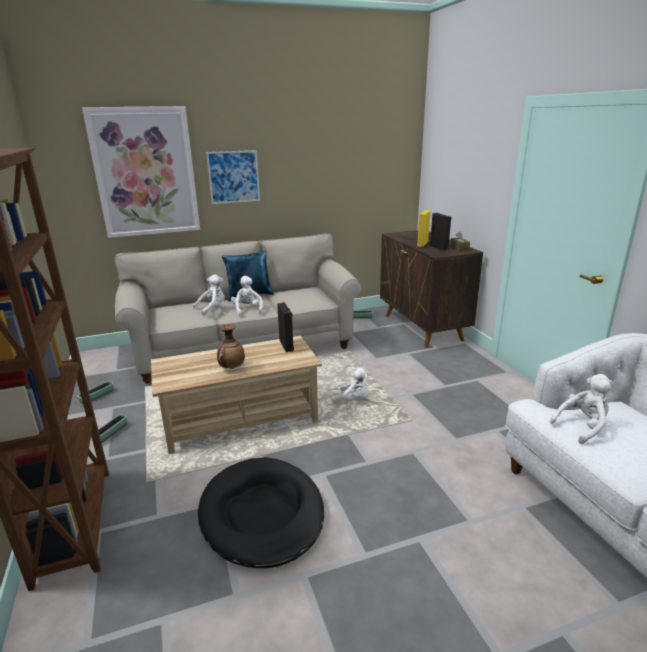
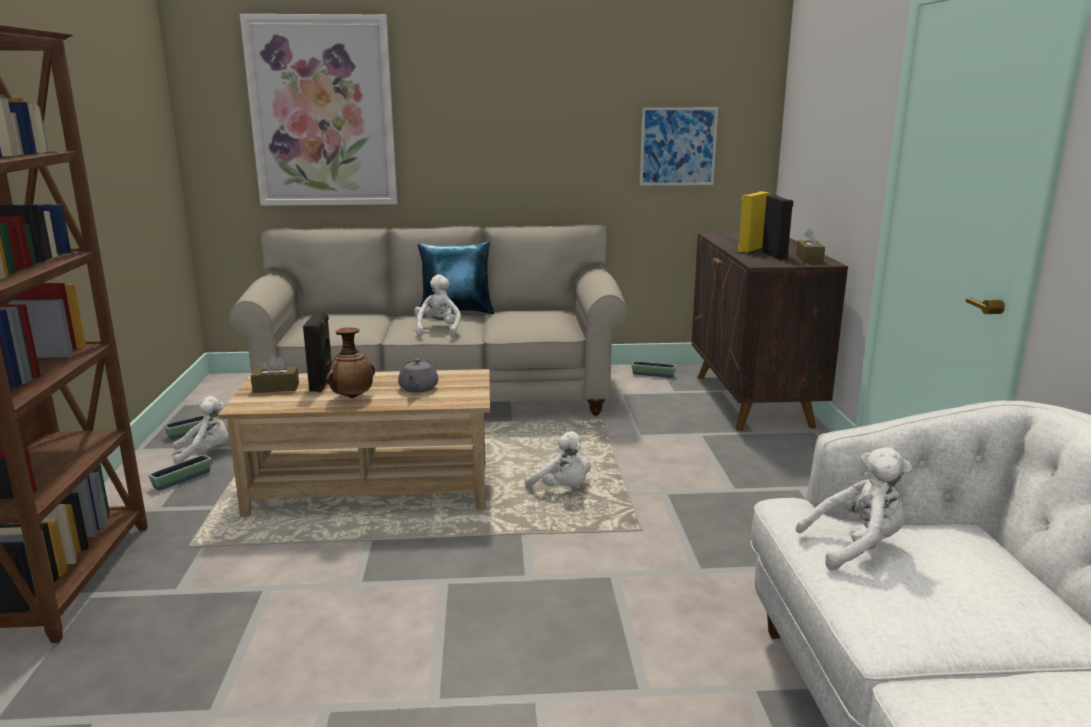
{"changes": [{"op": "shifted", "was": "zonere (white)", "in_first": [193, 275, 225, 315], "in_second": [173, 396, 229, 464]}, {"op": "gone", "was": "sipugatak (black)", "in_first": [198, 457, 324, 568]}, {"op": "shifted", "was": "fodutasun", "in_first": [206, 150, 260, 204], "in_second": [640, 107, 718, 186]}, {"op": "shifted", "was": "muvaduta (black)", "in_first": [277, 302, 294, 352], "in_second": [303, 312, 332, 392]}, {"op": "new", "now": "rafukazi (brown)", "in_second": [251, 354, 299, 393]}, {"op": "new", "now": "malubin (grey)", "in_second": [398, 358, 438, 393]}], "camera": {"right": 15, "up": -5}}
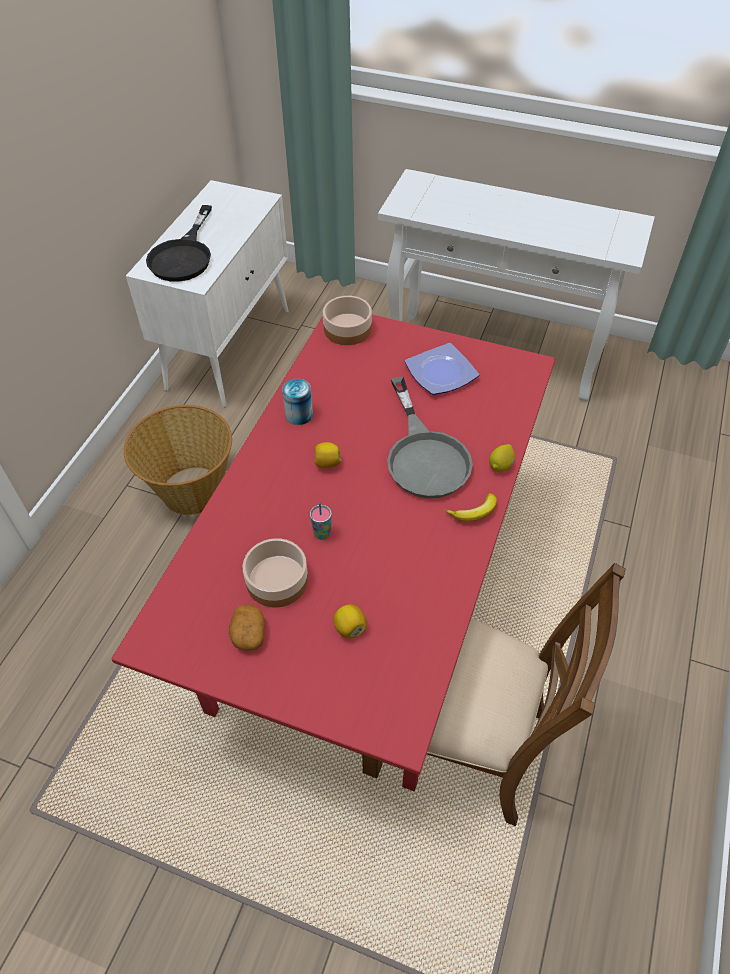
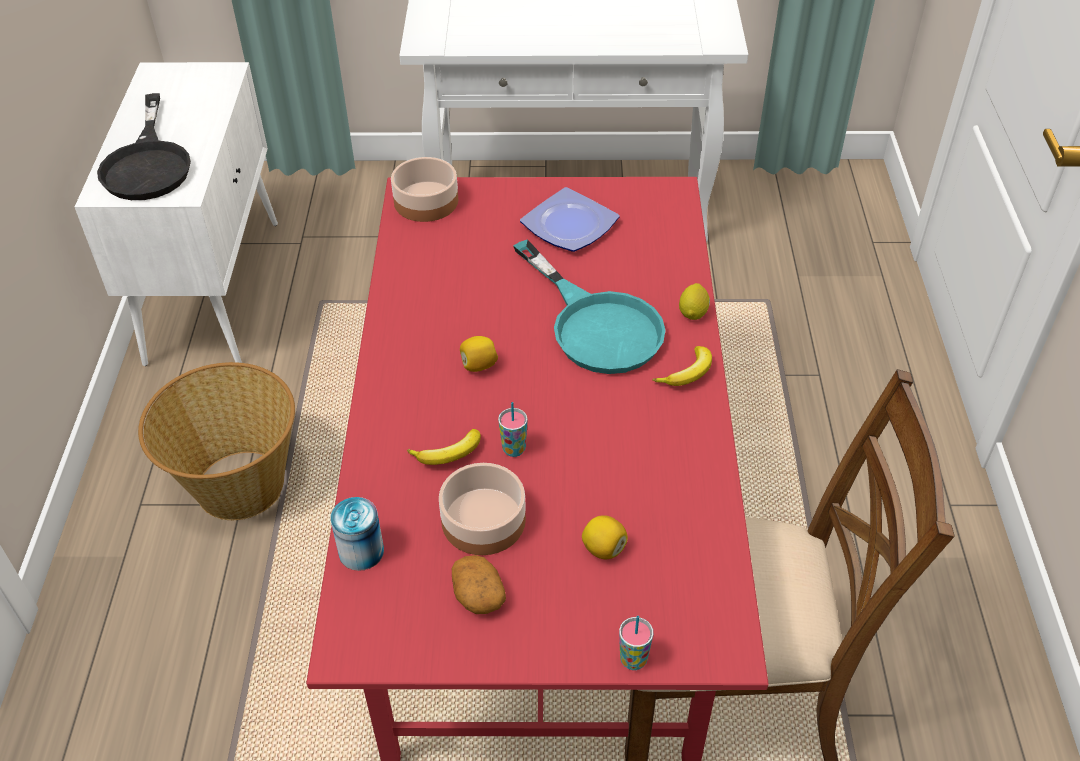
{"changes": [{"op": "shifted", "was": "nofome", "in_first": [282, 379, 313, 425], "in_second": [330, 497, 384, 571]}, {"op": "repainted", "was": "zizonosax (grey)", "now": "zizonosax (turquoise)", "in_first": [387, 377, 473, 499], "in_second": [513, 239, 666, 374]}, {"op": "new", "now": "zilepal", "in_second": [407, 429, 481, 465]}, {"op": "new", "now": "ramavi", "in_second": [619, 616, 653, 670]}], "camera": {"right": -20, "up": -5}}
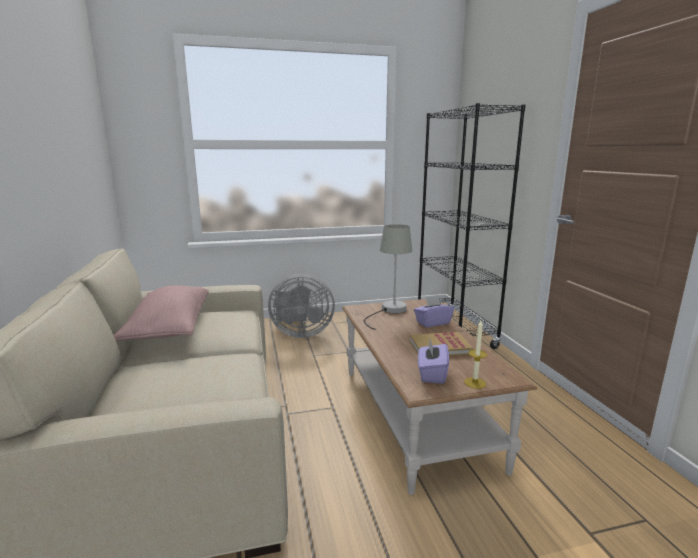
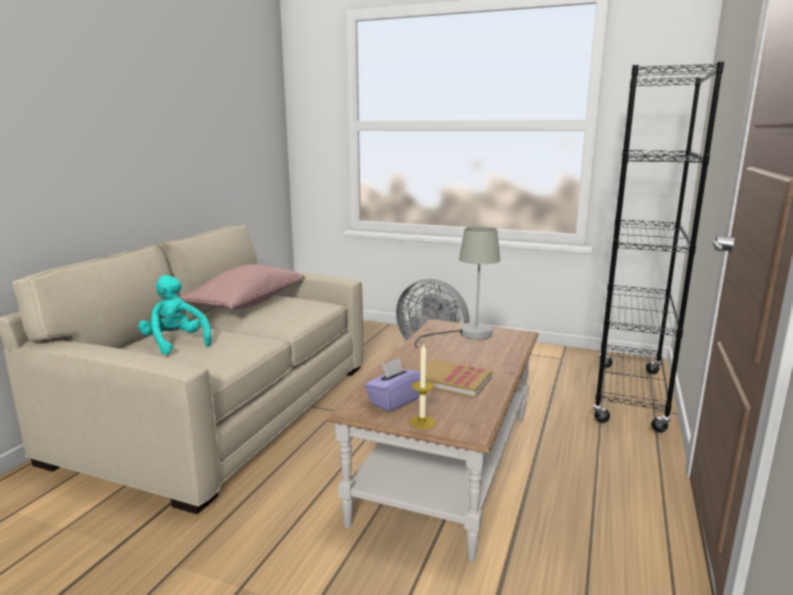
{"changes": [{"op": "gone", "was": "rafukazi (purple)", "in_first": [414, 296, 454, 327]}, {"op": "new", "now": "zonere (turquoise)", "in_second": [138, 275, 212, 355]}], "camera": {"right": 35, "up": 0}}
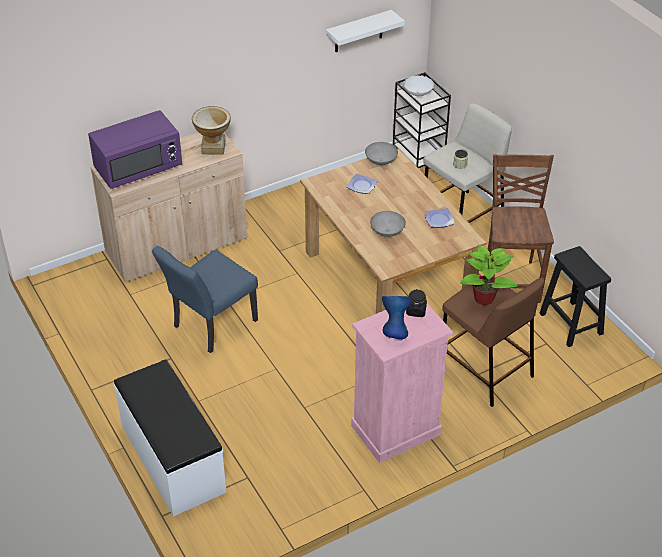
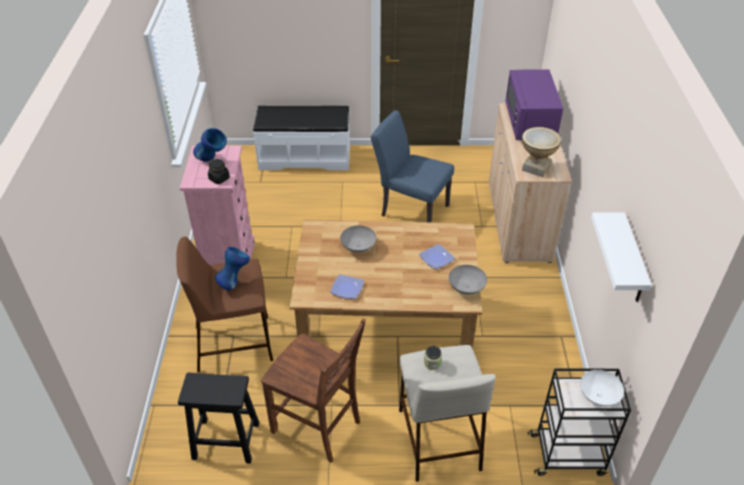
{"changes": [{"op": "rotated", "was": "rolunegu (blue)", "in_first": [152, 246, 258, 353], "in_second": [371, 110, 454, 222], "clockwise": -45}, {"op": "swapped", "was": "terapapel", "now": "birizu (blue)", "in_first": [460, 245, 518, 306], "in_second": [215, 247, 250, 290]}], "camera": {"right": 120, "up": 0}}
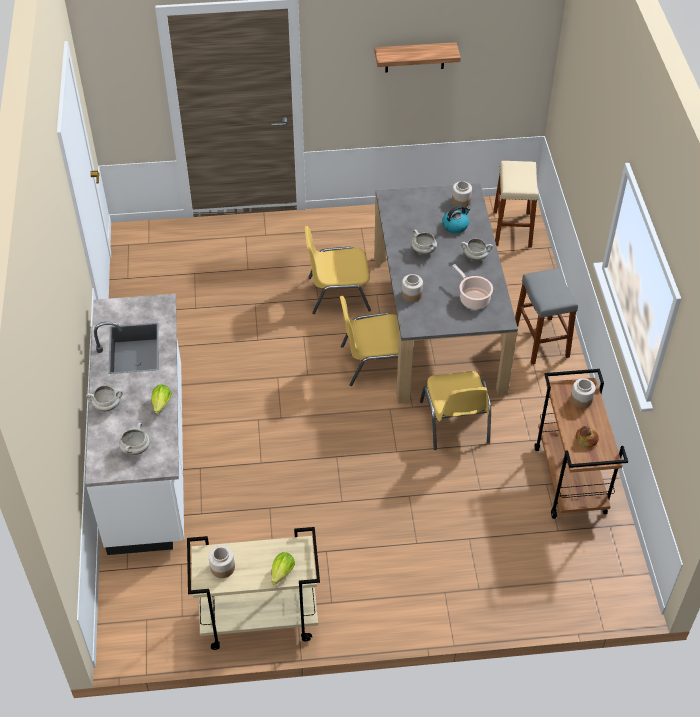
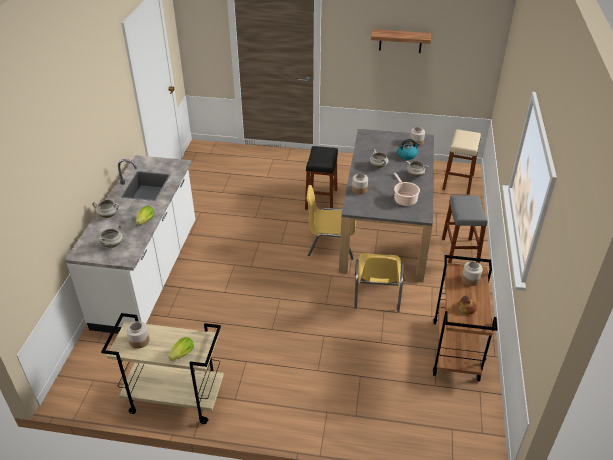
{"changes": [{"op": "swapped", "was": "rolunegu (yellow)", "now": "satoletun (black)", "in_first": [305, 226, 371, 314], "in_second": [305, 146, 338, 210]}], "camera": {"right": 15, "up": -10}}
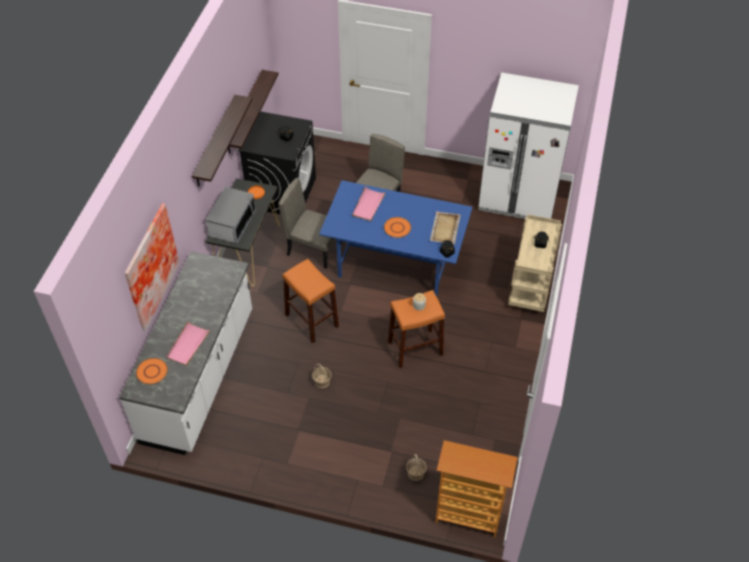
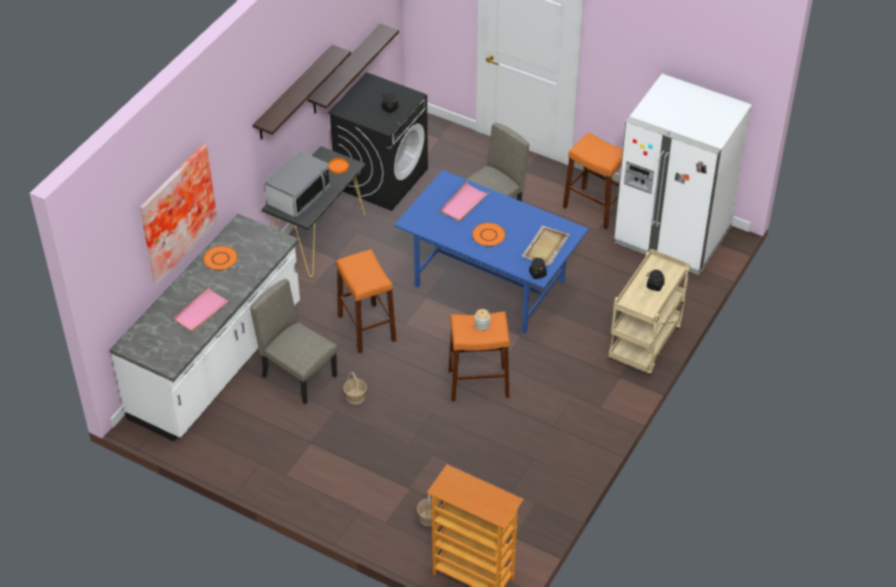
{"changes": [{"op": "shifted", "was": "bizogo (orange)", "in_first": [136, 358, 168, 384], "in_second": [203, 246, 238, 270]}, {"op": "shifted", "was": "rolunegu (beige)", "in_first": [278, 178, 342, 269], "in_second": [250, 279, 338, 404]}, {"op": "new", "now": "satoletun (orange)", "in_second": [563, 132, 623, 229]}], "camera": {"right": 15, "up": -5}}
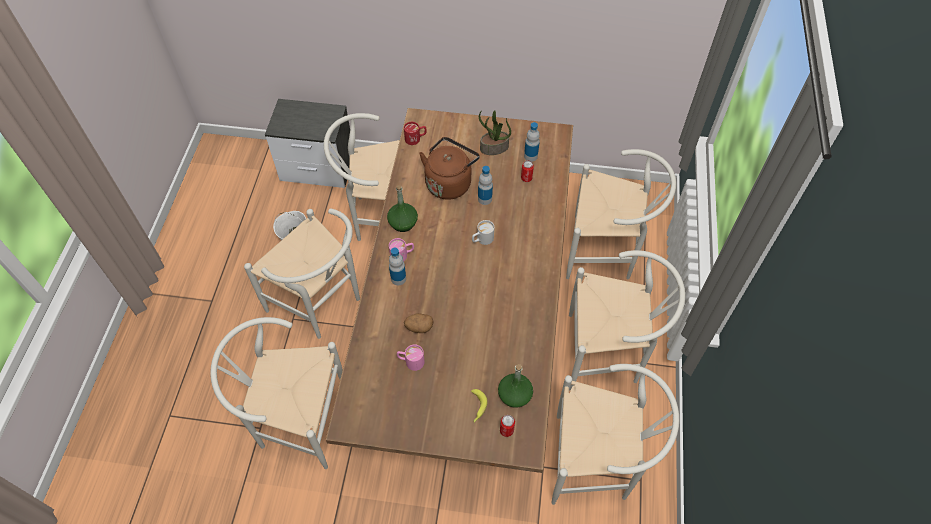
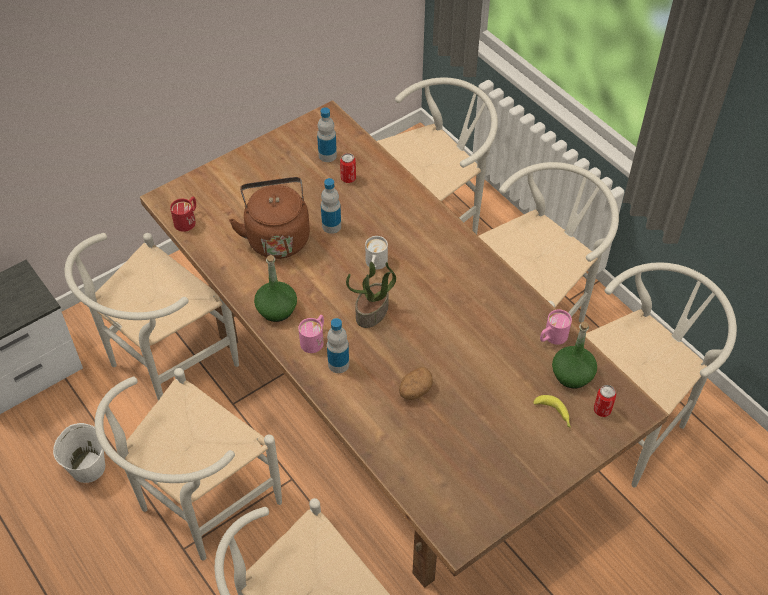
{"changes": [{"op": "rotated", "was": "rolunegu (white)", "in_first": [244, 208, 360, 339], "in_second": [95, 368, 282, 561], "clockwise": 135}, {"op": "shifted", "was": "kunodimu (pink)", "in_first": [397, 344, 424, 371], "in_second": [540, 310, 572, 345]}, {"op": "shifted", "was": "terapapel", "in_first": [479, 110, 511, 155], "in_second": [346, 262, 396, 328]}], "camera": {"right": -45, "up": -5}}
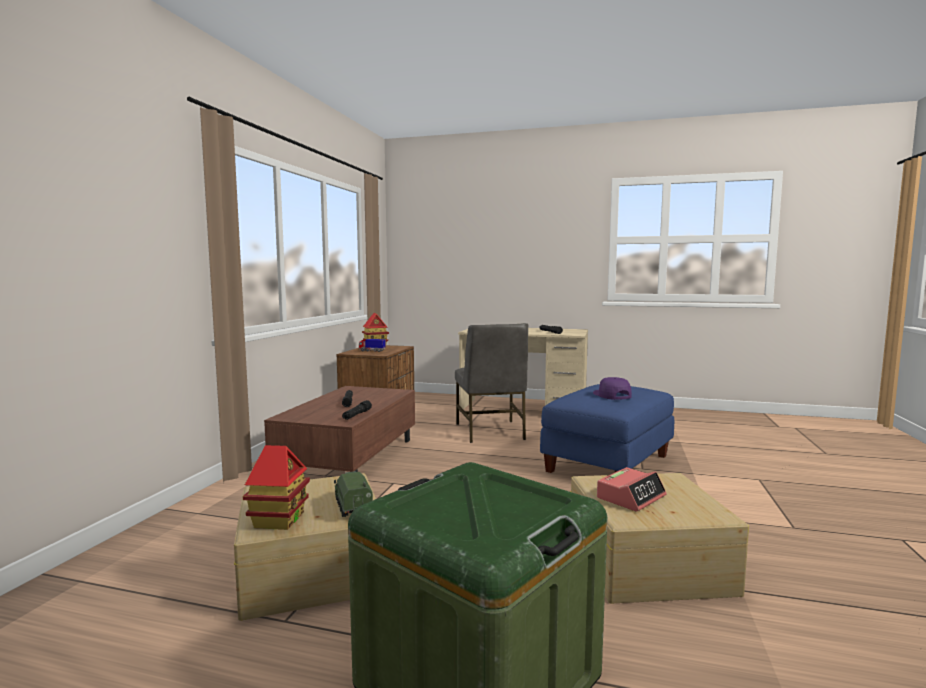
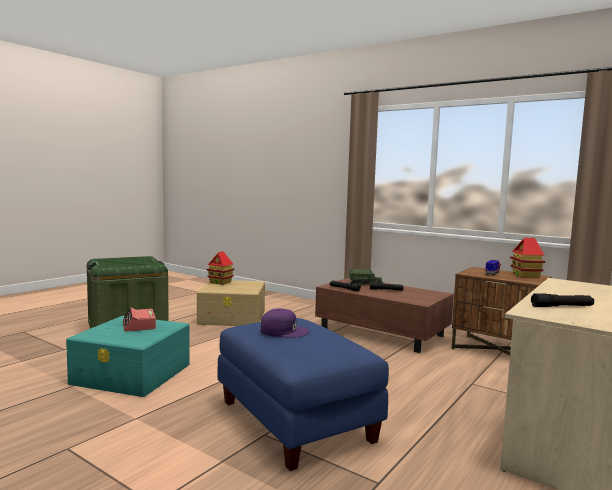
{"changes": [{"op": "shifted", "was": "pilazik", "in_first": [334, 471, 373, 517], "in_second": [349, 269, 383, 286]}, {"op": "gone", "was": "rolunegu (grey)", "in_first": [455, 323, 528, 443]}, {"op": "repainted", "was": "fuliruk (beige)", "now": "fuliruk (turquoise)", "in_first": [570, 473, 749, 603], "in_second": [66, 316, 190, 397]}], "camera": {"right": 110, "up": 0}}
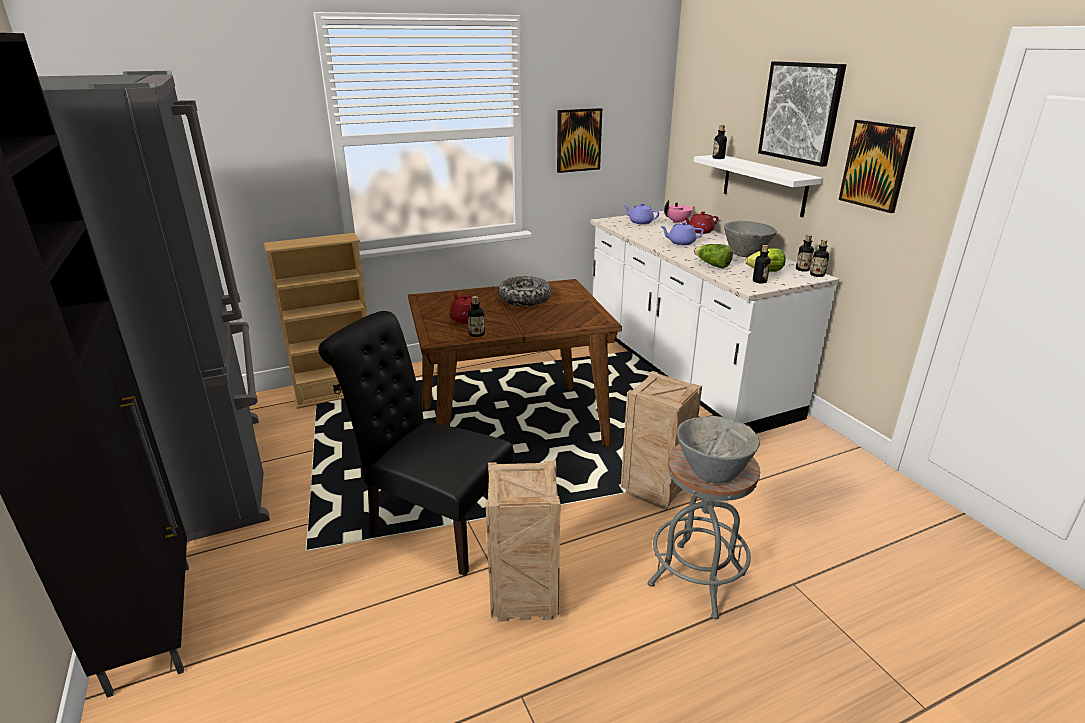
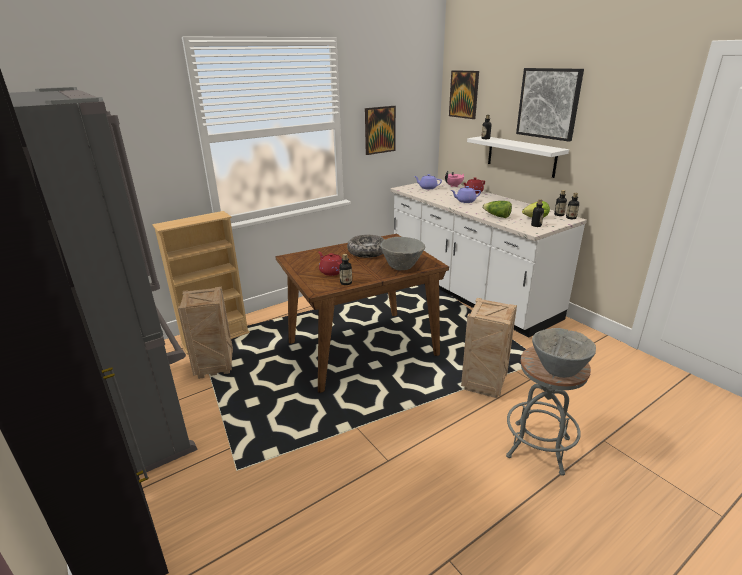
{"changes": [{"op": "gone", "was": "rolunegu (black)", "in_first": [318, 311, 514, 576]}, {"op": "shifted", "was": "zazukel", "in_first": [486, 460, 560, 622], "in_second": [178, 286, 233, 379]}, {"op": "shifted", "was": "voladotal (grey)", "in_first": [724, 221, 777, 257], "in_second": [381, 237, 425, 270]}, {"op": "shifted", "was": "fodutasun", "in_first": [839, 120, 915, 213], "in_second": [449, 70, 479, 119]}], "camera": {"right": -10, "up": 0}}
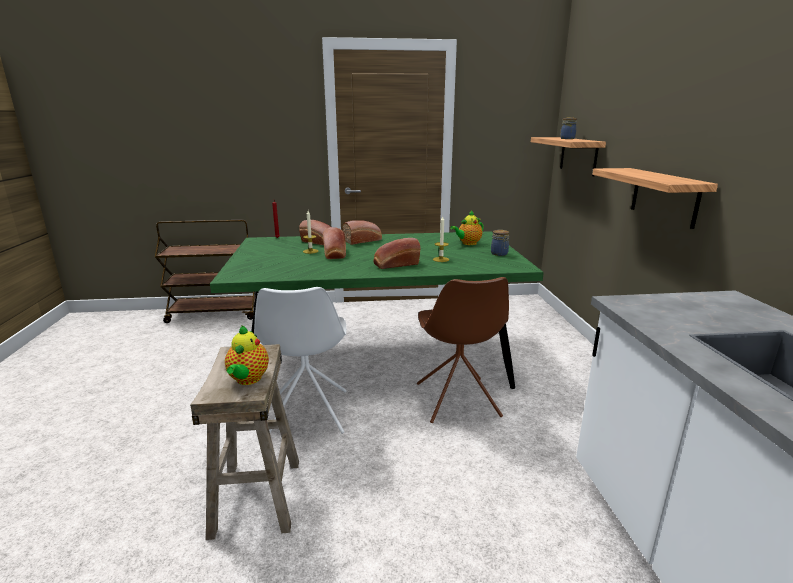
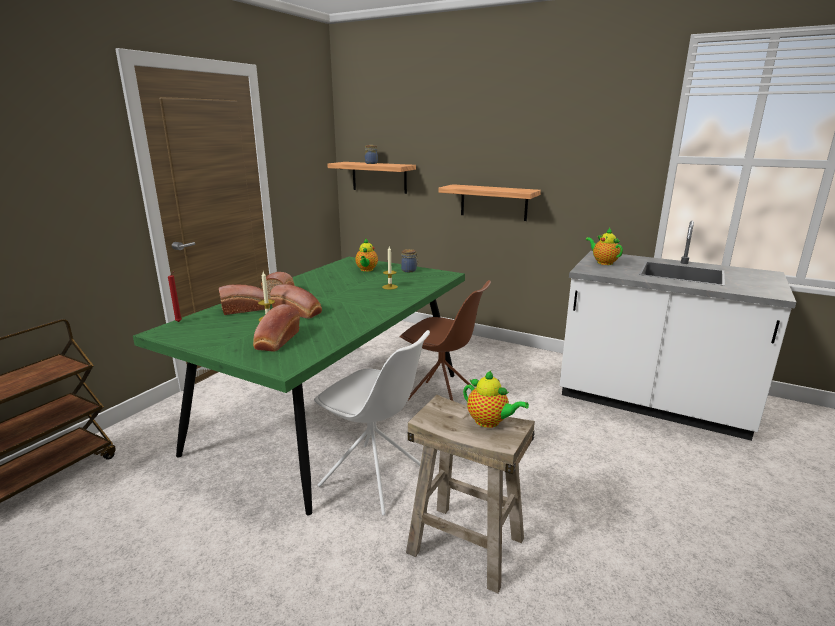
{"changes": [{"op": "shifted", "was": "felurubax", "in_first": [373, 238, 420, 269], "in_second": [253, 304, 300, 351]}, {"op": "new", "now": "malubin", "in_second": [586, 228, 623, 265]}], "camera": {"right": -55, "up": 0}}
